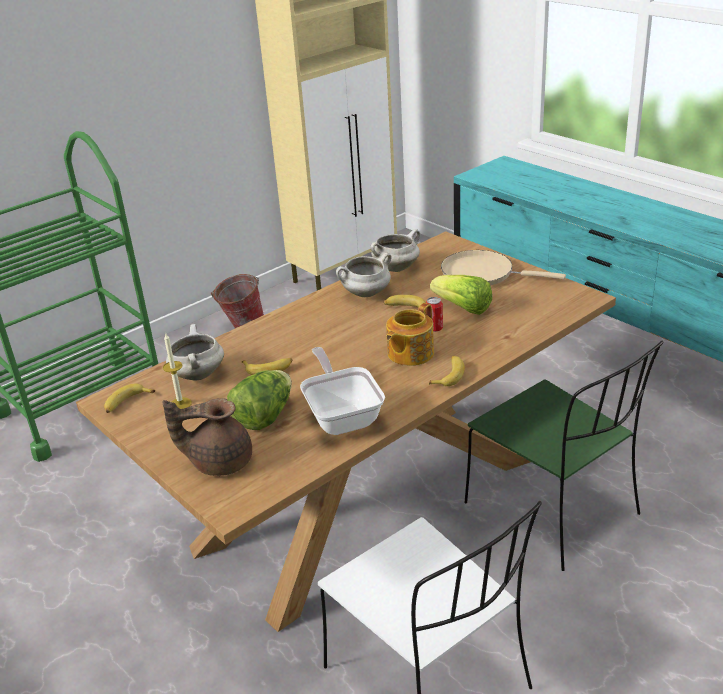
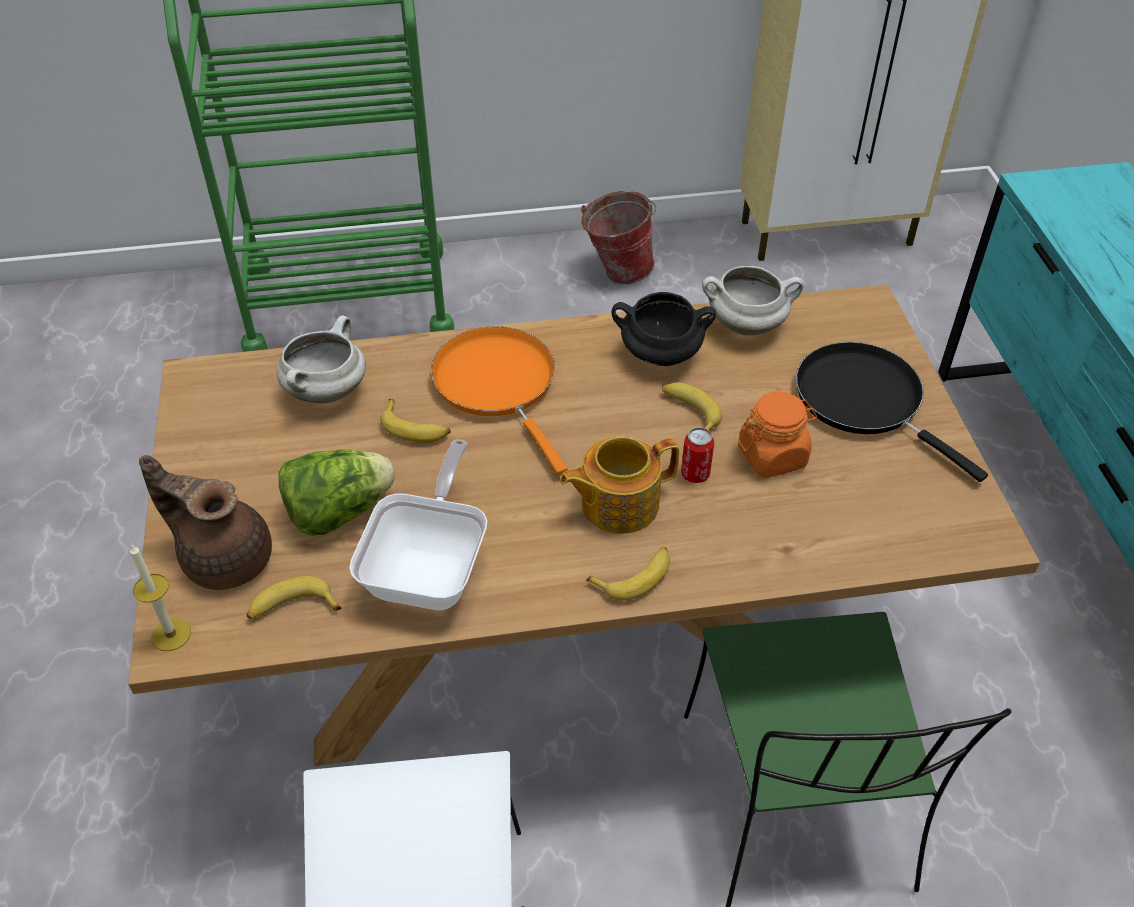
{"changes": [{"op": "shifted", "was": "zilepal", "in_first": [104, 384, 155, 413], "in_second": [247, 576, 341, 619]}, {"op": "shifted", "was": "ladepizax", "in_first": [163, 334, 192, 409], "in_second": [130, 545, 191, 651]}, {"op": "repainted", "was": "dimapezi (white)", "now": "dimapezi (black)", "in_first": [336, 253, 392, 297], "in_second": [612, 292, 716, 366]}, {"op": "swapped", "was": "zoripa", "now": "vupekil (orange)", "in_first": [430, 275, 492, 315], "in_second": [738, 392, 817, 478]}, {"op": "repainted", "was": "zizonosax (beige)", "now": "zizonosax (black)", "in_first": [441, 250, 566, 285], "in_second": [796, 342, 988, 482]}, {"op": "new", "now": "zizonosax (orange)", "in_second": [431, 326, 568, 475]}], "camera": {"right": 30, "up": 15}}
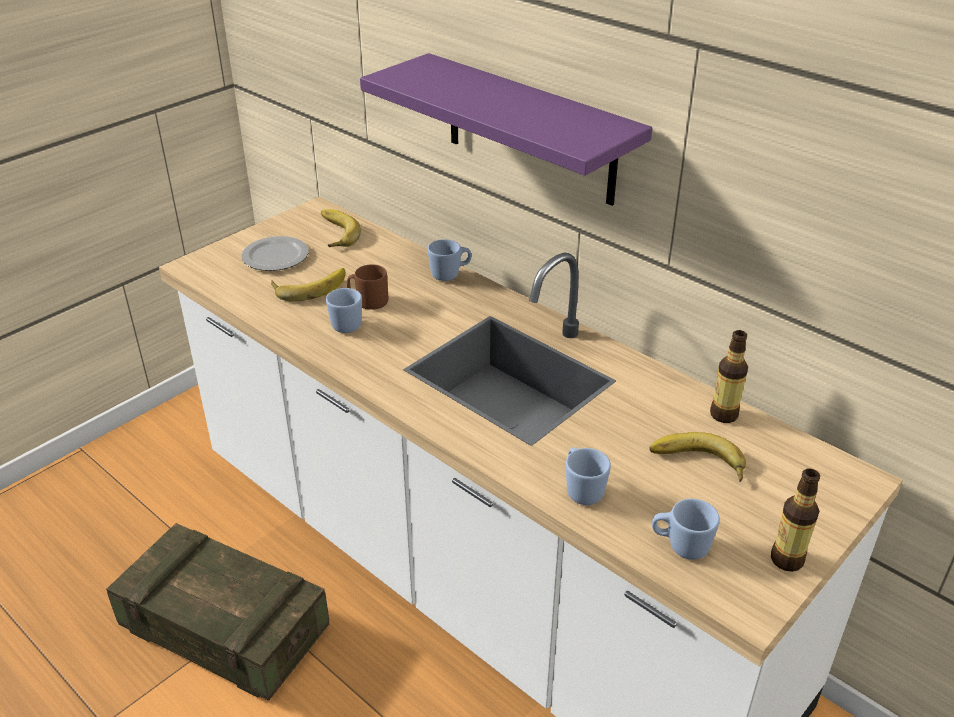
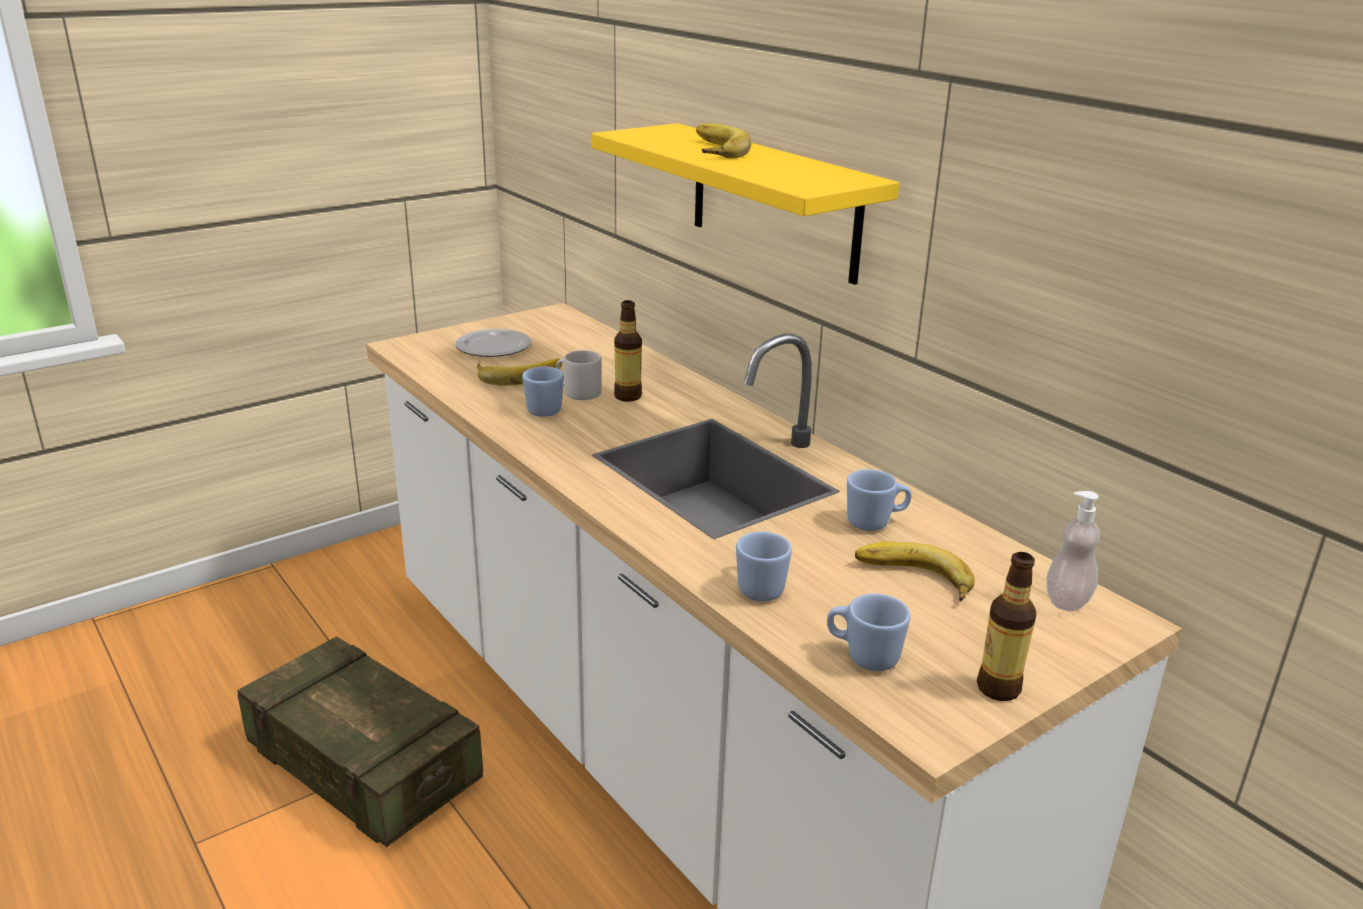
{"changes": [{"op": "shifted", "was": "zilepal", "in_first": [321, 209, 361, 247], "in_second": [696, 124, 752, 159]}, {"op": "repainted", "was": "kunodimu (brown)", "now": "kunodimu (grey)", "in_first": [347, 264, 388, 310], "in_second": [556, 350, 601, 400]}, {"op": "repainted", "was": "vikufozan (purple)", "now": "vikufozan (yellow)", "in_first": [360, 53, 652, 206], "in_second": [591, 123, 899, 285]}, {"op": "shifted", "was": "kunodimu (blue)", "in_first": [428, 239, 472, 281], "in_second": [847, 469, 911, 531]}, {"op": "shifted", "was": "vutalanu", "in_first": [710, 330, 748, 423], "in_second": [614, 300, 642, 402]}, {"op": "new", "now": "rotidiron", "in_second": [1047, 491, 1100, 611]}], "camera": {"right": 10, "up": -10}}
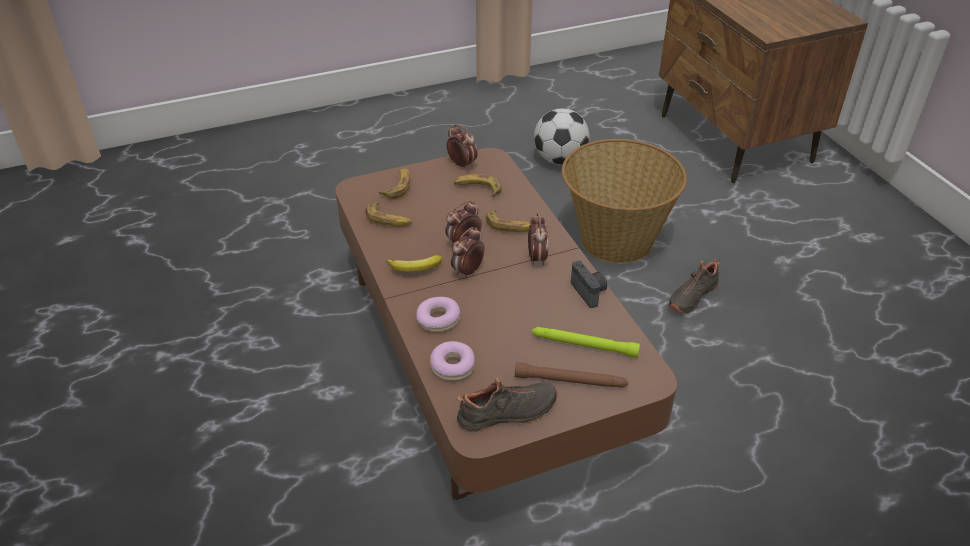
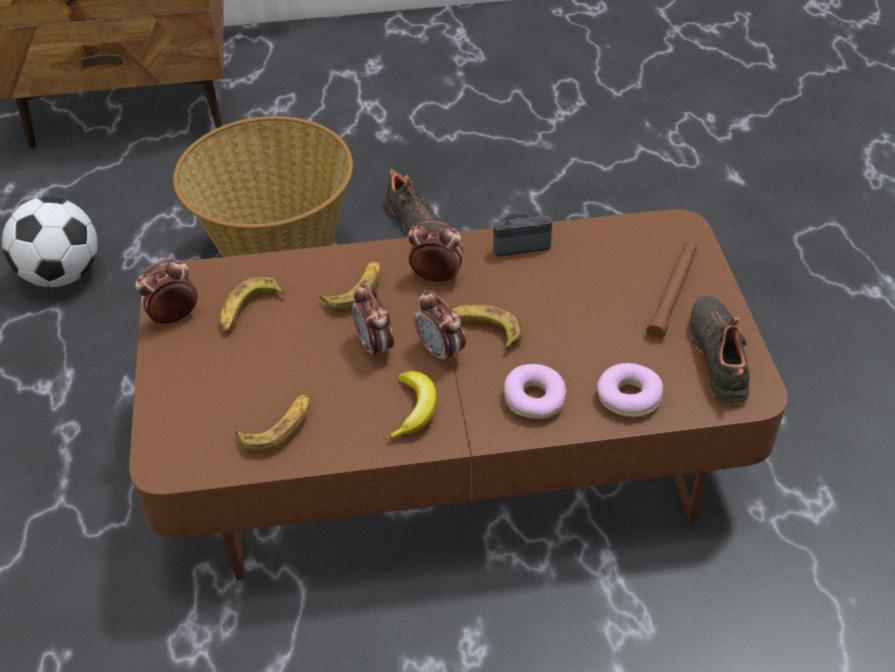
{"changes": [{"op": "shifted", "was": "zilepal", "in_first": [379, 168, 410, 199], "in_second": [452, 305, 523, 351]}, {"op": "gone", "was": "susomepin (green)", "in_first": [532, 327, 640, 358]}], "camera": {"right": -75, "up": 5}}
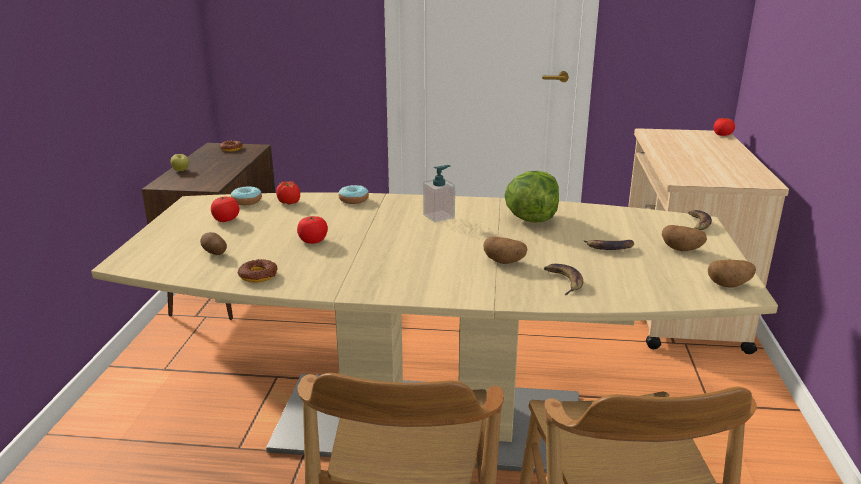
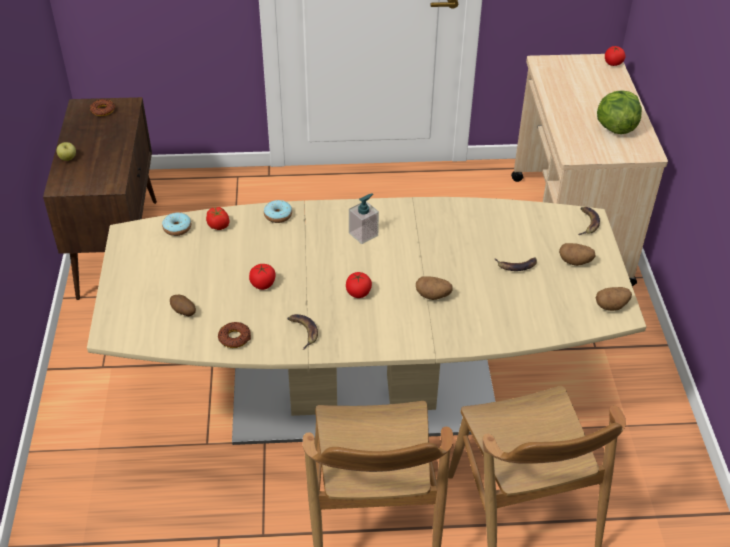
{"changes": [{"op": "shifted", "was": "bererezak", "in_first": [211, 196, 240, 222], "in_second": [346, 272, 372, 298]}, {"op": "shifted", "was": "zoripa", "in_first": [504, 171, 559, 223], "in_second": [597, 90, 642, 134]}, {"op": "shifted", "was": "zilepal", "in_first": [544, 264, 583, 295], "in_second": [287, 314, 318, 350]}], "camera": {"right": -10, "up": 20}}
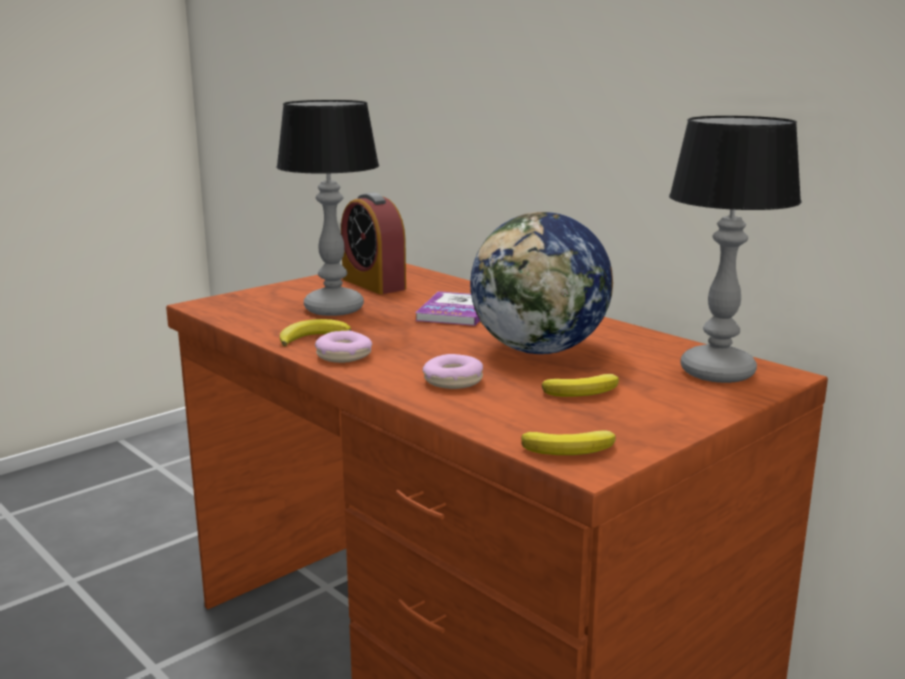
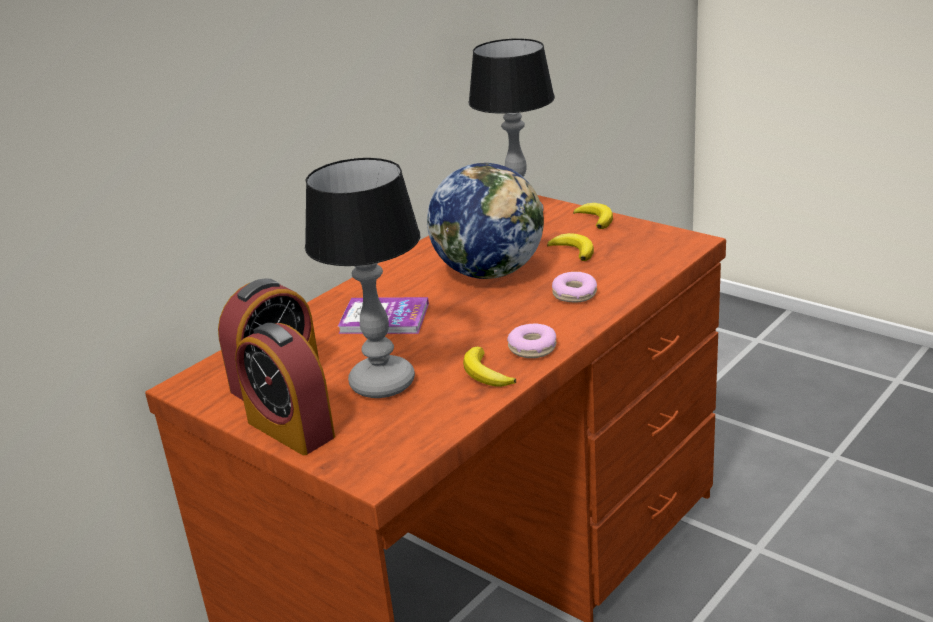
{"changes": [{"op": "shifted", "was": "zilepal", "in_first": [521, 430, 616, 455], "in_second": [573, 203, 613, 229]}, {"op": "new", "now": "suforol", "in_second": [235, 323, 335, 455]}], "camera": {"right": -95, "up": 10}}
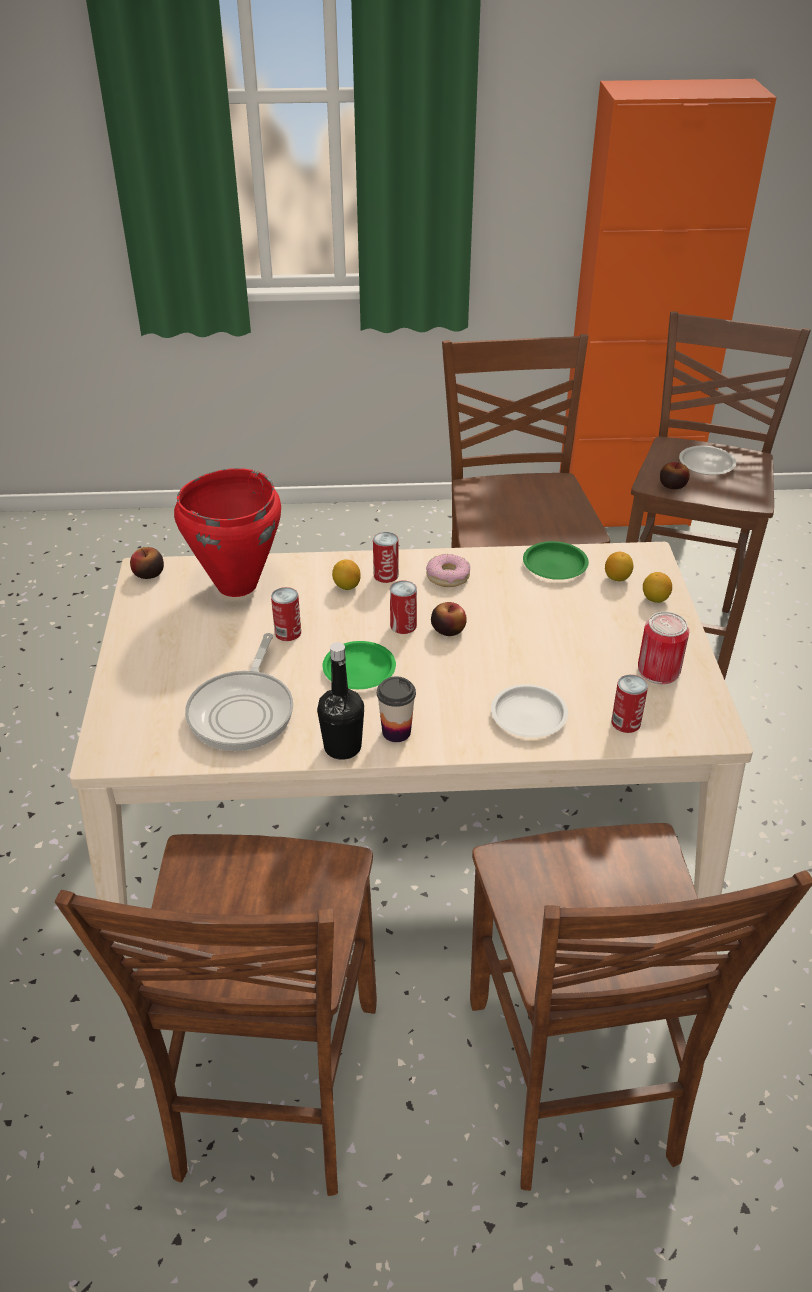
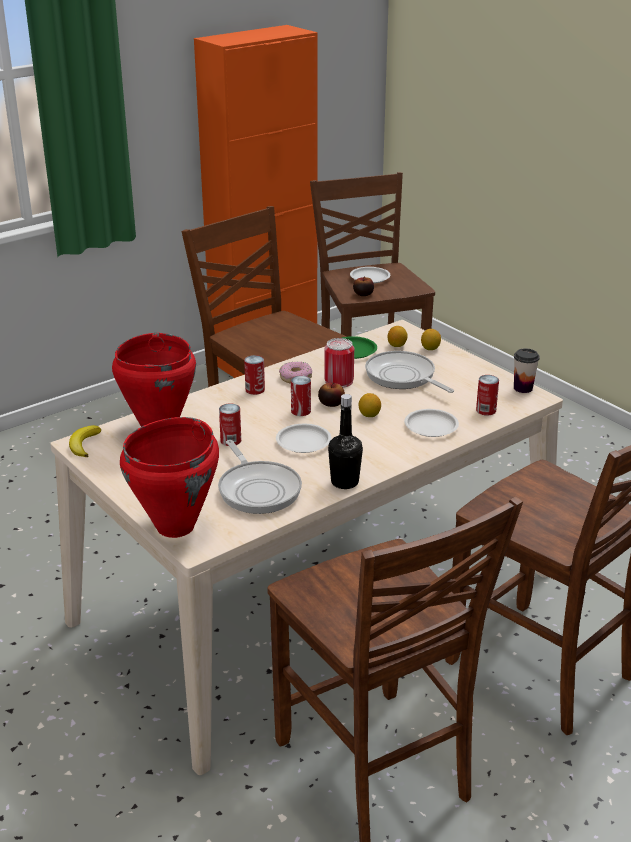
{"changes": [{"op": "swapped", "was": "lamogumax", "now": "zilepal", "in_first": [130, 547, 164, 579], "in_second": [69, 425, 101, 457]}, {"op": "repainted", "was": "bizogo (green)", "now": "bizogo (white)", "in_first": [322, 641, 396, 689], "in_second": [276, 424, 331, 453]}, {"op": "shifted", "was": "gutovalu", "in_first": [332, 559, 361, 590], "in_second": [359, 393, 381, 417]}, {"op": "shifted", "was": "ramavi", "in_first": [377, 676, 416, 742], "in_second": [514, 348, 540, 393]}, {"op": "shifted", "was": "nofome", "in_first": [638, 612, 689, 684], "in_second": [324, 338, 354, 388]}, {"op": "new", "now": "dimapezi (red)", "in_second": [120, 417, 219, 538]}, {"op": "new", "now": "zizonosax", "in_second": [365, 351, 454, 393]}], "camera": {"right": -35, "up": -10}}
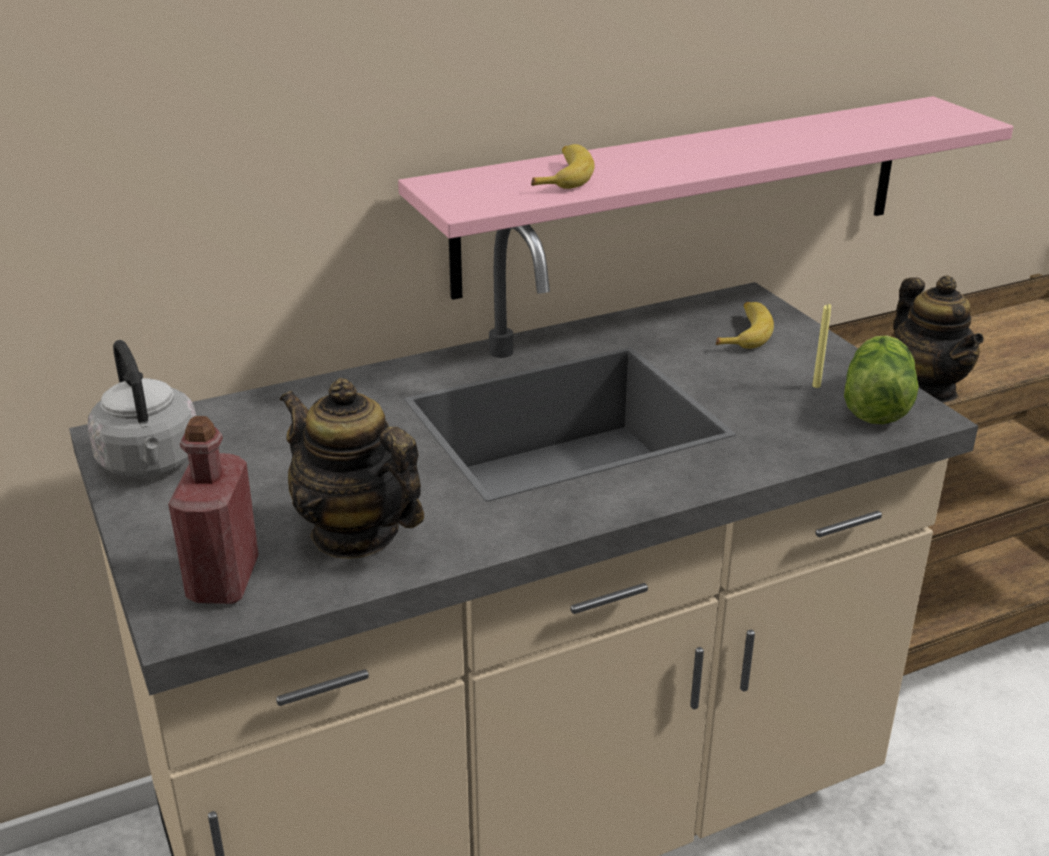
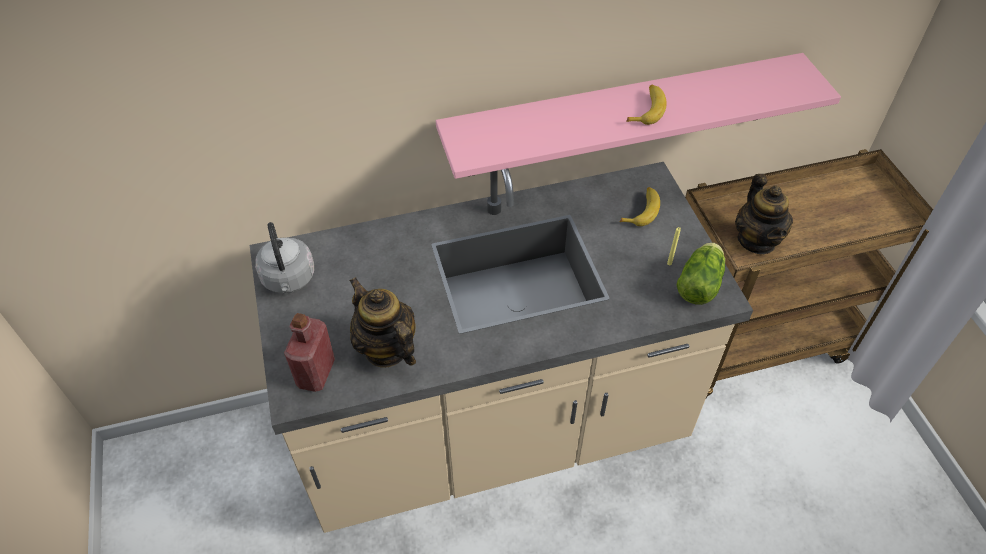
{"changes": [{"op": "shifted", "was": "zilepal", "in_first": [531, 144, 595, 189], "in_second": [626, 85, 666, 125]}], "camera": {"right": 10, "up": 20}}
